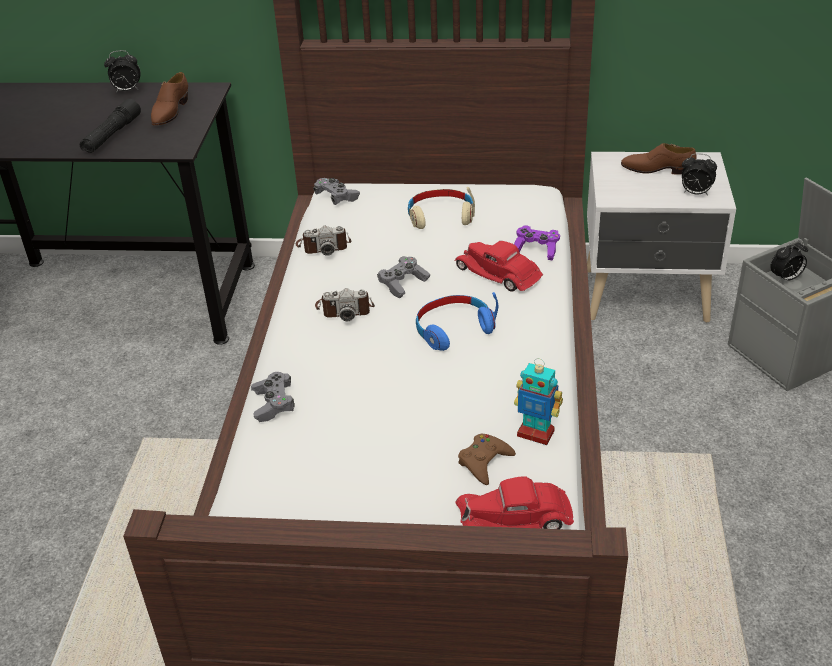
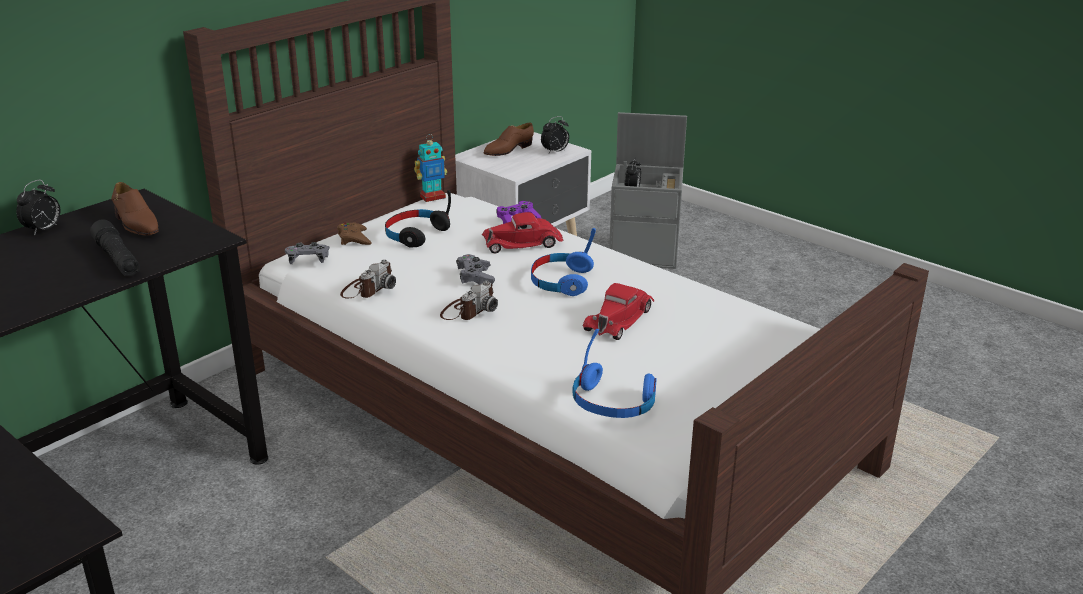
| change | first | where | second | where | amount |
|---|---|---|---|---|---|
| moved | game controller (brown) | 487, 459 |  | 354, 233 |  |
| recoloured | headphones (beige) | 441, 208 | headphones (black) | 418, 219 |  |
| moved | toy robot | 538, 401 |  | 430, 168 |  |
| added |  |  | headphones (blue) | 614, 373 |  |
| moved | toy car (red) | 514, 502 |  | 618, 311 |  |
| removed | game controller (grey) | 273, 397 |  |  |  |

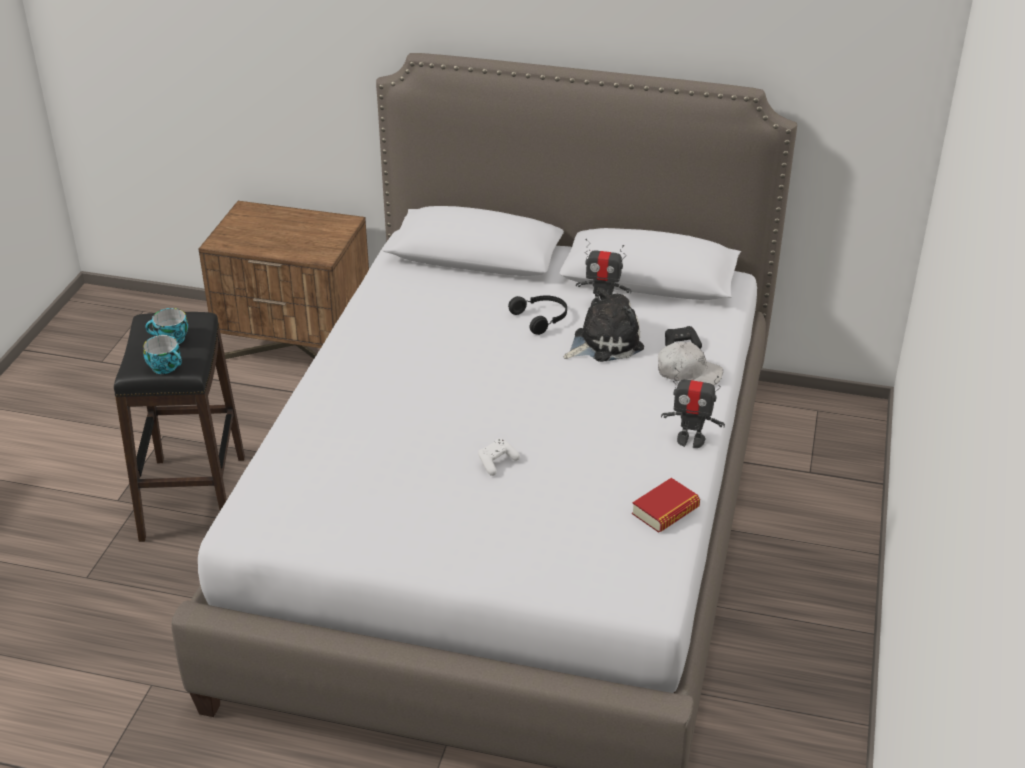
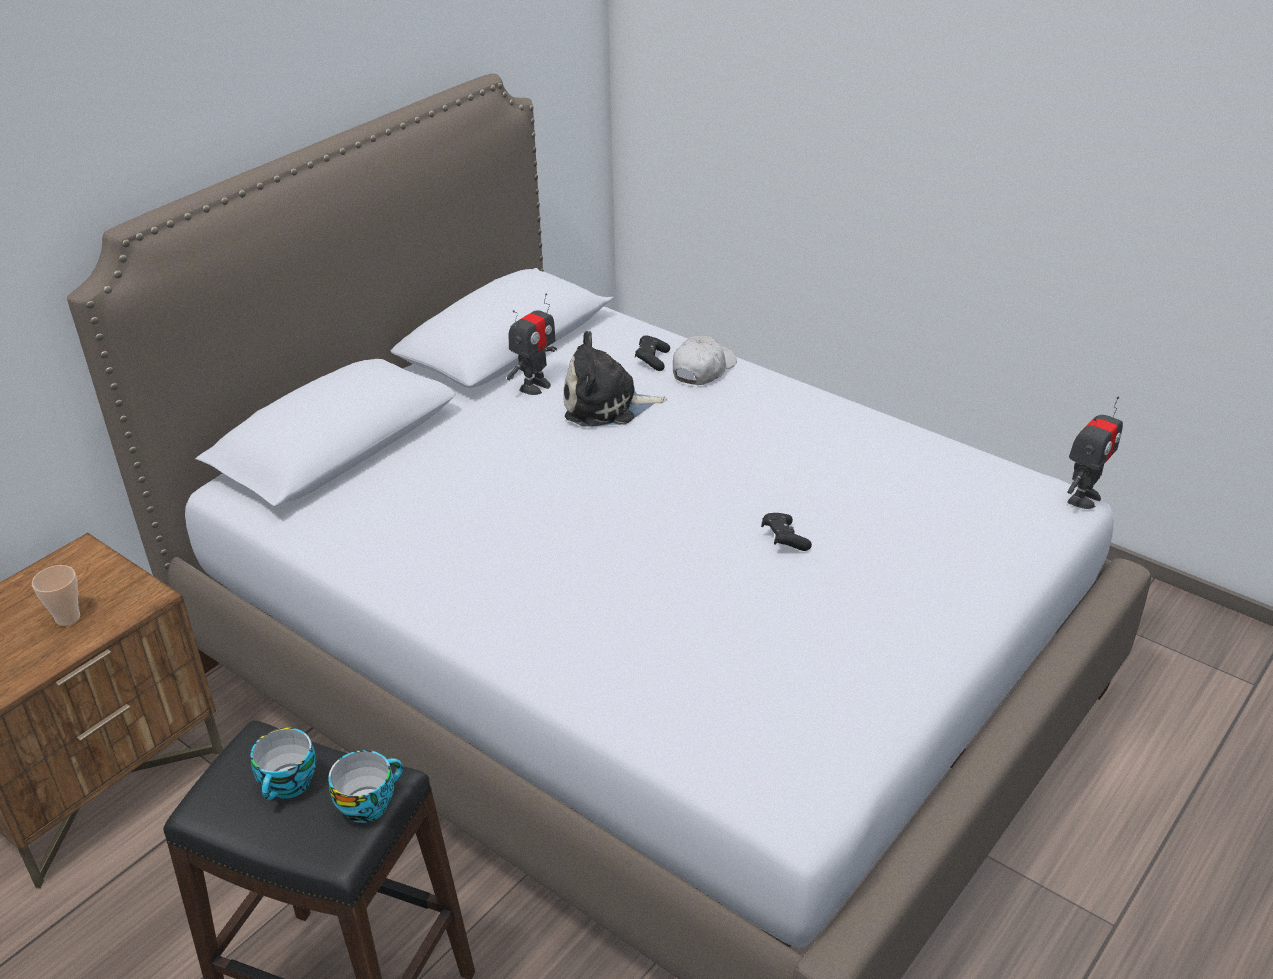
| change | first | where | second | where | amount |
|---|---|---|---|---|---|
| added |  |  | cup | 56, 595 |  |
| turned | plush toy | 604, 324 |  | 615, 379 | 90 degrees counterclockwise |
| recoloured | game controller (white) | 499, 457 | game controller (black) | 786, 532 |  |
| moved | toy robot | 693, 407 |  | 1095, 453 |  |
| removed | headphones (black) | 537, 315 |  |  |  |
| removed | book | 666, 505 |  |  |  |

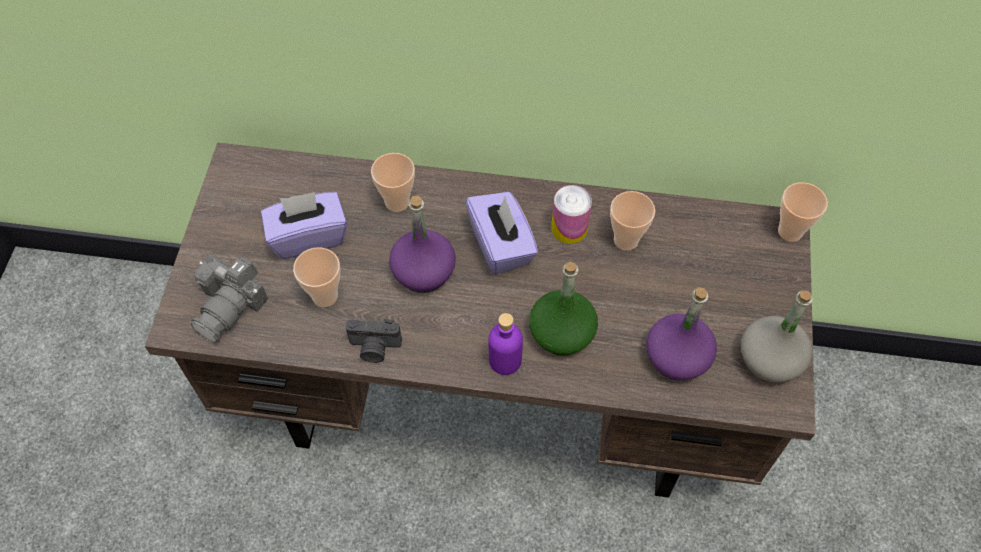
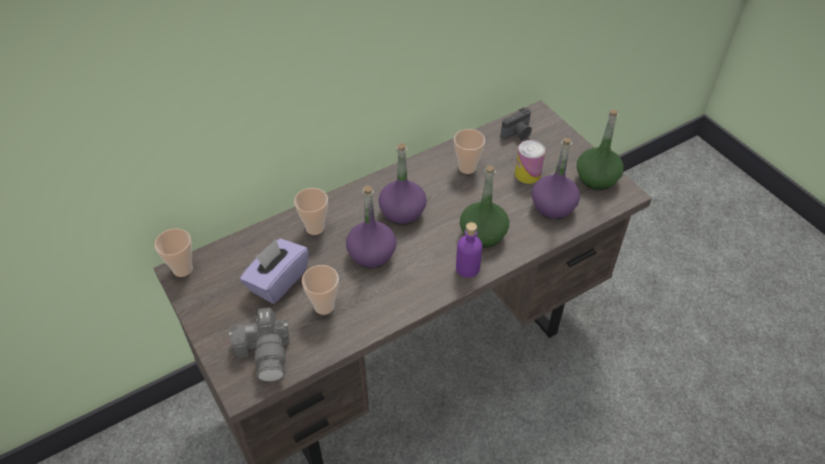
| change | first | where | second | where | amount |
|---|---|---|---|---|---|
| moved | cup | 803, 212 |  | 174, 252 |  |
| replaced | tissue box (purple) | 501, 233 | bottle (purple) | 402, 184 |  |
| moved | photo camera | 374, 341 |  | 516, 123 |  |
| moved | can | 571, 214 |  | 530, 162 |  |
| recoloured | bottle (grey) | 776, 336 | bottle (green) | 600, 150 |  |

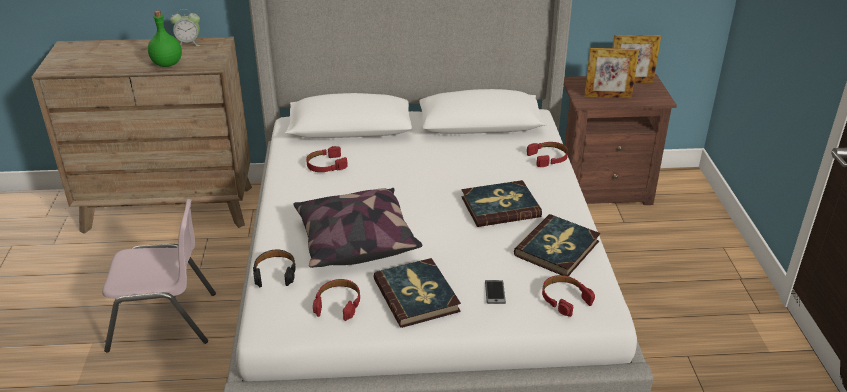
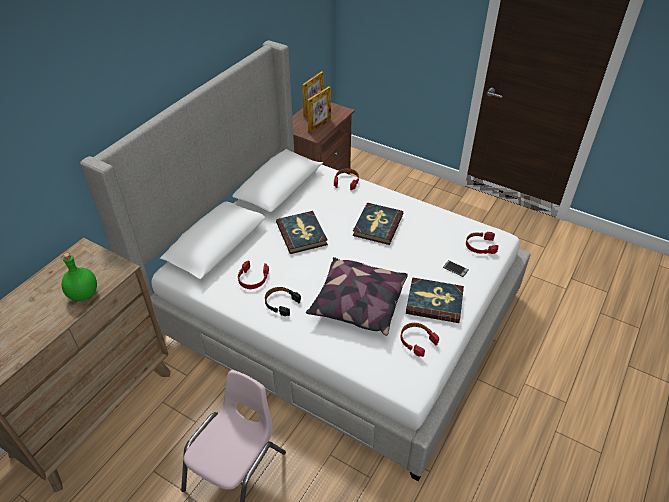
| change | first | where | second | where | amount |
|---|---|---|---|---|---|
| moved | headphones (black) | 274, 268 |  | 283, 301 |  |
| moved | book | 557, 245 |  | 302, 232 |  |
| removed | alarm clock | 185, 27 |  |  |  |

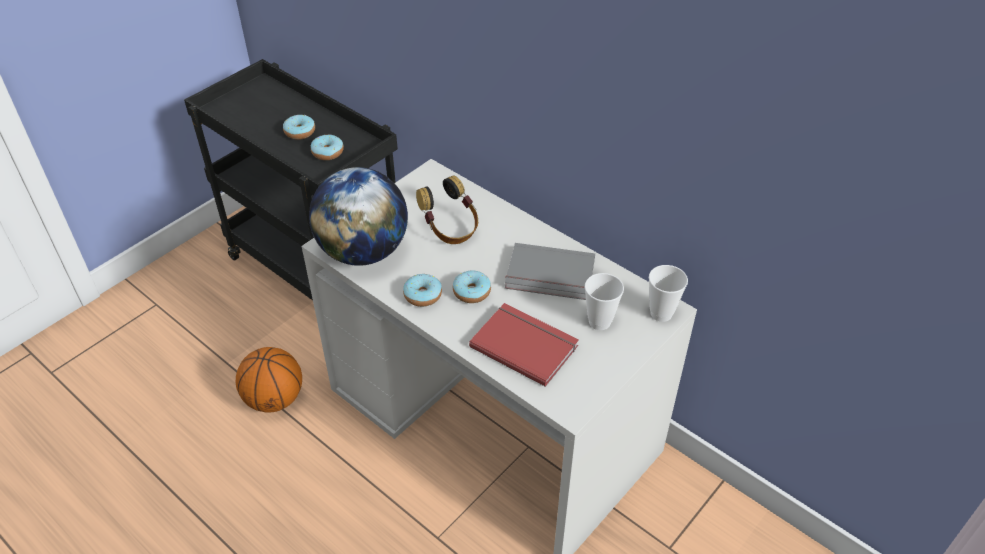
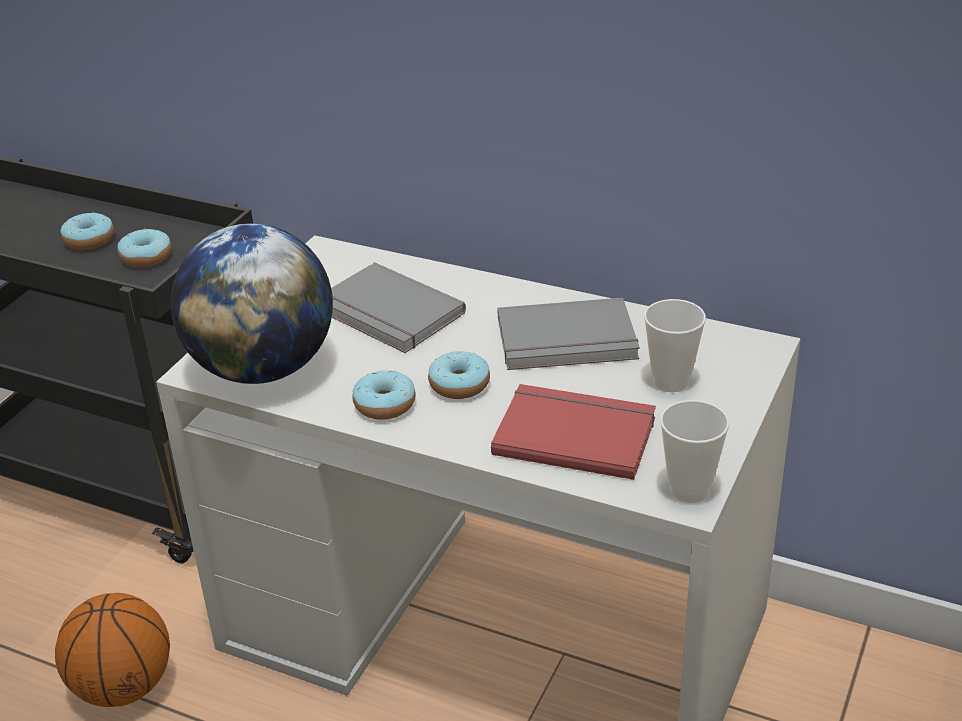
| change | first | where | second | where | amount |
|---|---|---|---|---|---|
| replaced | headphones | 447, 209 | book (grey) | 398, 307 |  |
| moved | cup | 668, 293 |  | 694, 451 |  |

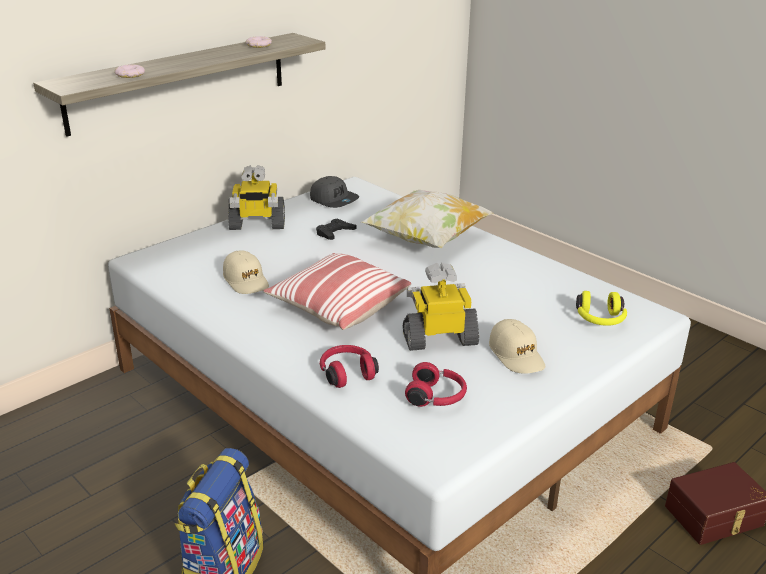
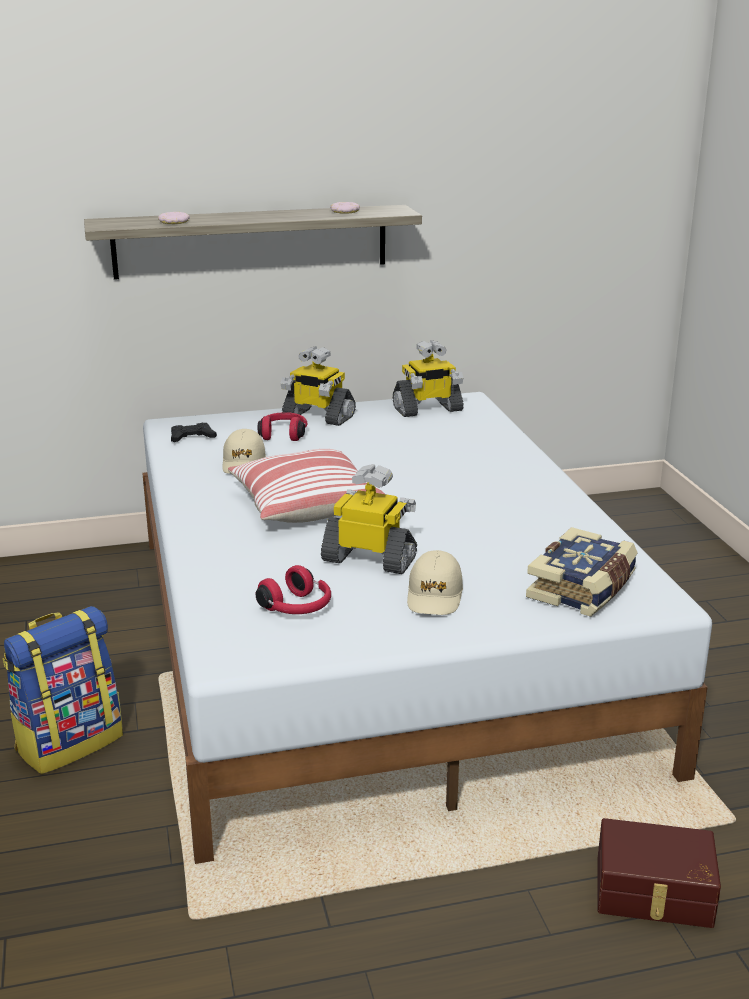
| change | first | where | second | where | amount |
|---|---|---|---|---|---|
| moved | game controller (black) | 336, 229 |  | 194, 432 |  |
| moved | headphones (red) | 349, 366 |  | 282, 426 |  |
| replaced | cap (grey) | 334, 192 | toy robot | 428, 378 |  |
| replaced | headphones (yellow) | 601, 308 | book | 582, 572 |  |
| removed | pillow | 427, 219 |  |  |  |

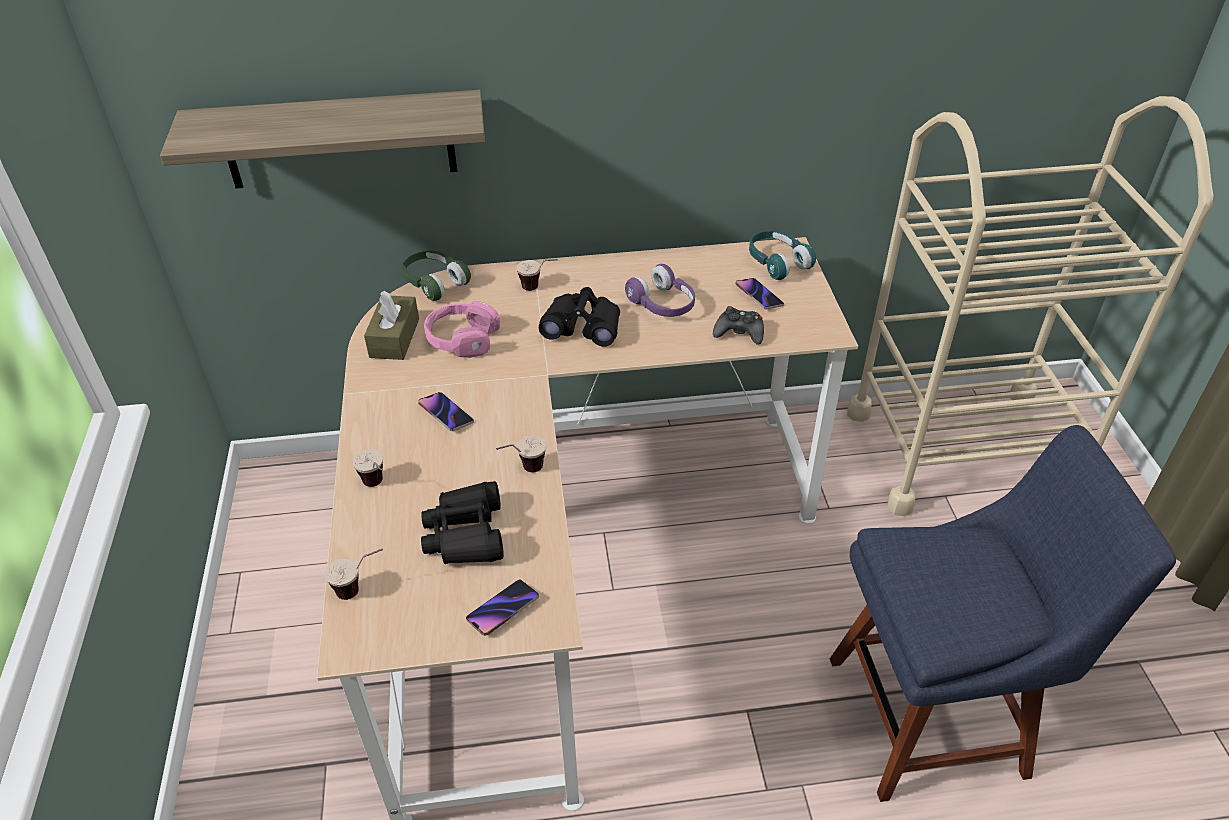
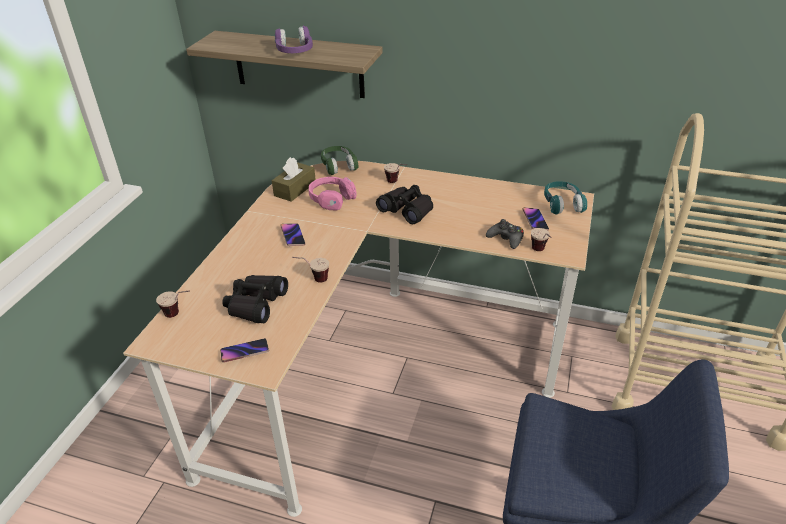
| change | first | where | second | where | amount |
|---|---|---|---|---|---|
| moved | headphones (purple) | 660, 290 |  | 293, 39 |  |
| moved | cup | 367, 468 |  | 541, 239 |  |

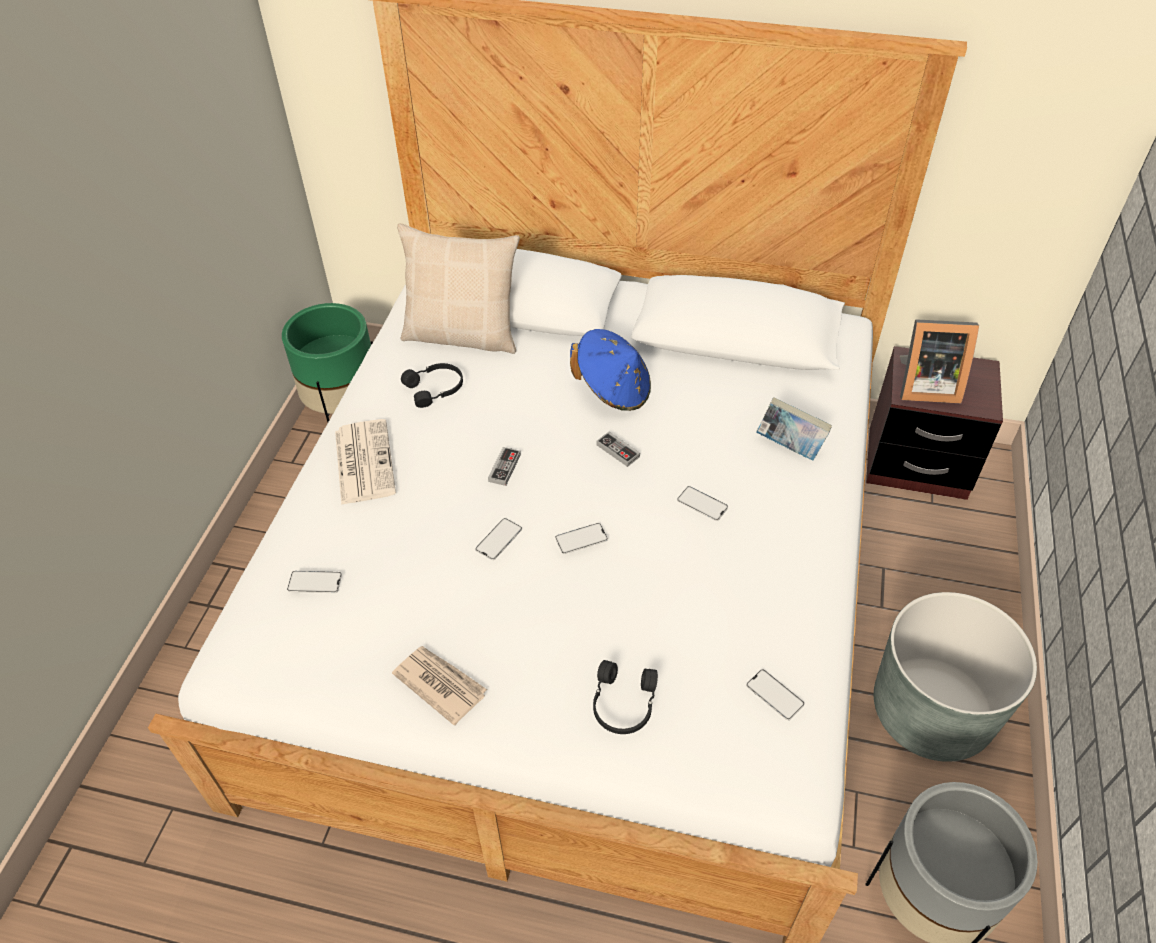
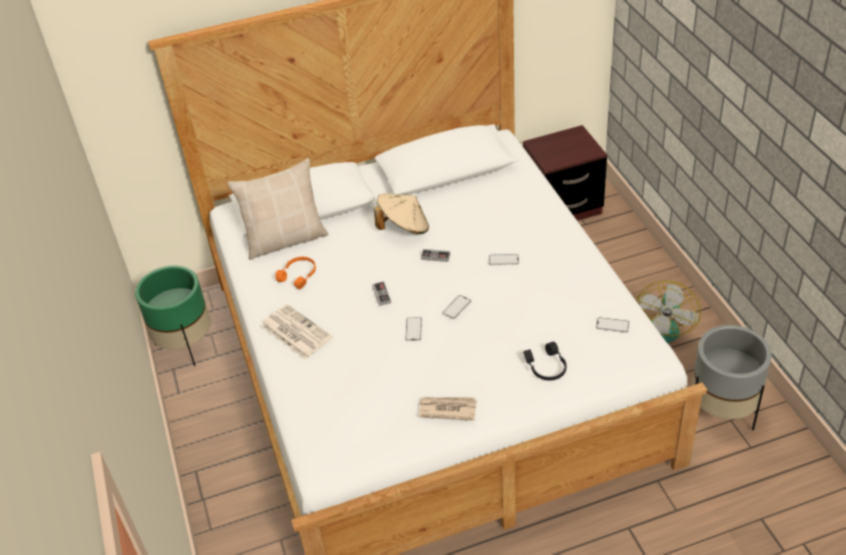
| change | first | where | second | where | amount |
|---|---|---|---|---|---|
| recoloured | headphones (black) | 432, 385 | headphones (orange) | 295, 273 |  |
| recoloured | hat (blue) | 610, 370 | hat (beige) | 401, 213 |  |
| replaced | planter (grey) | 955, 677 | fan | 669, 312 |  |
| removed | phone | 314, 582 |  |  |  |
| removed | book | 794, 429 |  |  |  |
| removed | picture frame | 939, 361 |  |  |  |

